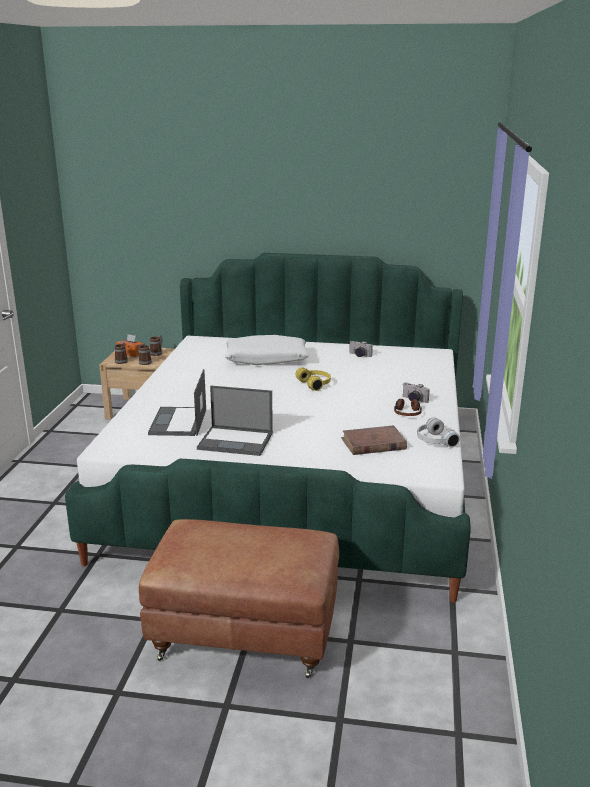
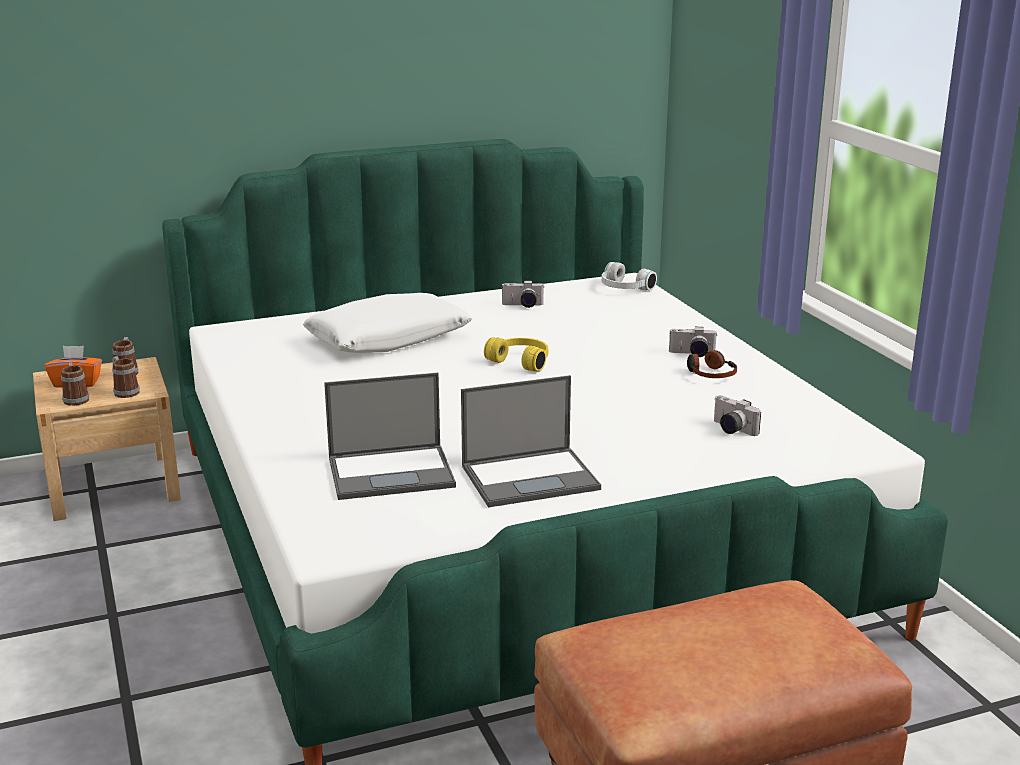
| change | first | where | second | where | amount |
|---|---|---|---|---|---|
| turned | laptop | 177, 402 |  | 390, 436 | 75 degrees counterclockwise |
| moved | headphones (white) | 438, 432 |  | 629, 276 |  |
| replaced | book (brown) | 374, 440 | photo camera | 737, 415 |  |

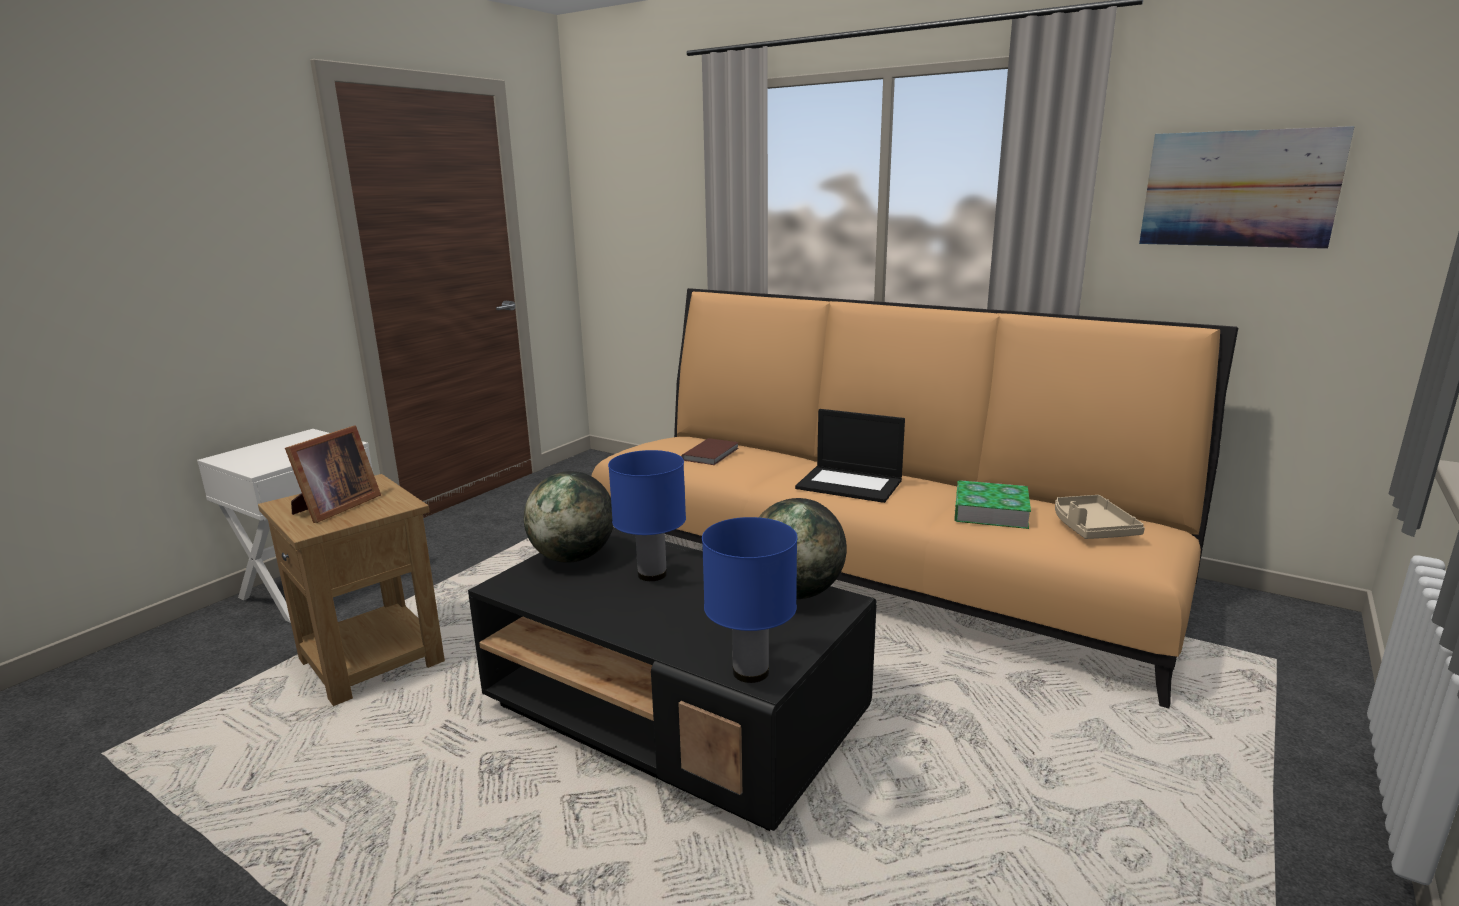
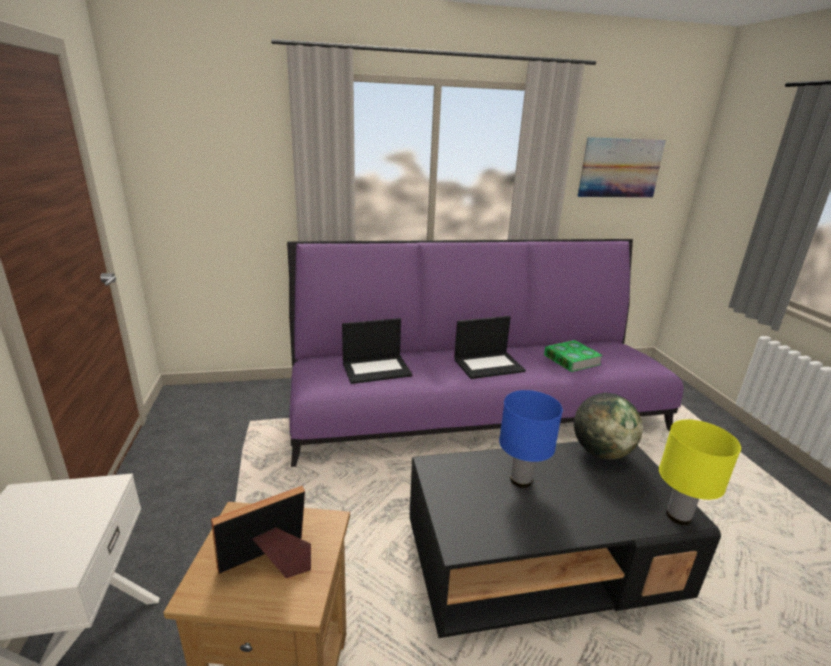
| change | first | where | second | where | amount |
|---|---|---|---|---|---|
| turned | picture frame | 333, 474 |  | 261, 532 | 105 degrees counterclockwise |
| recoloured | sofa (orange) | 915, 498 | sofa (purple) | 485, 353 |  |
| replaced | book (brown) | 710, 451 | laptop | 377, 351 |  |
| recoloured | table lamp (blue) | 749, 600 | table lamp (yellow) | 700, 472 |  |
| removed | globe | 568, 517 |  |  |  |
| removed | tray (beige) | 1100, 517 |  |  |  |

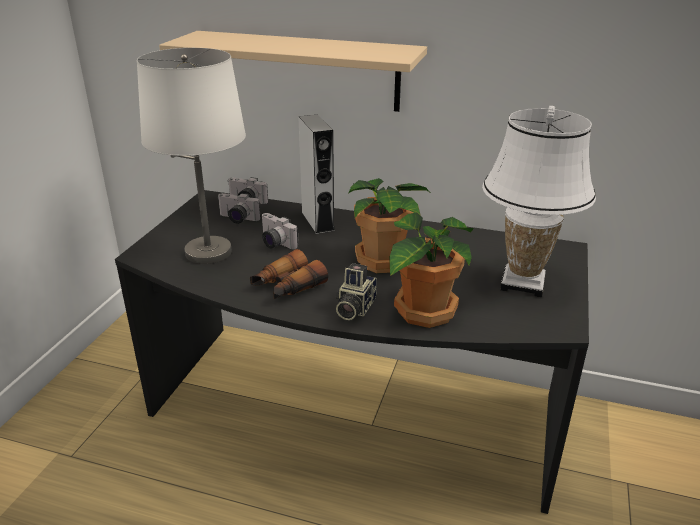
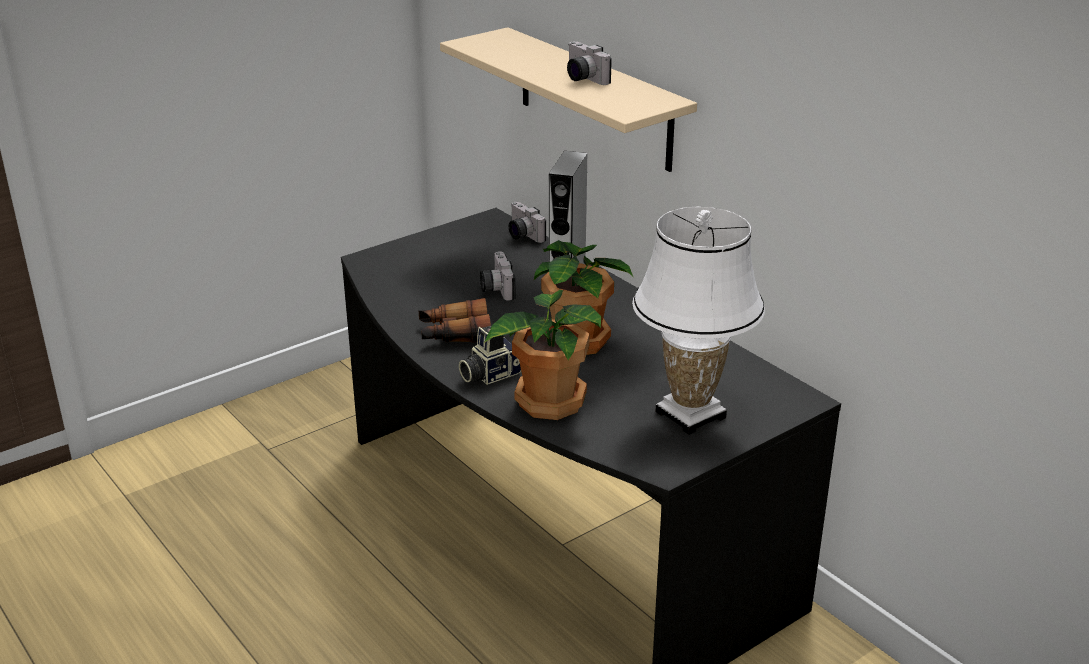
| change | first | where | second | where | amount |
|---|---|---|---|---|---|
| moved | photo camera | 239, 208 |  | 589, 63 |  |
| removed | table lamp (white) | 191, 156 |  |  |  |

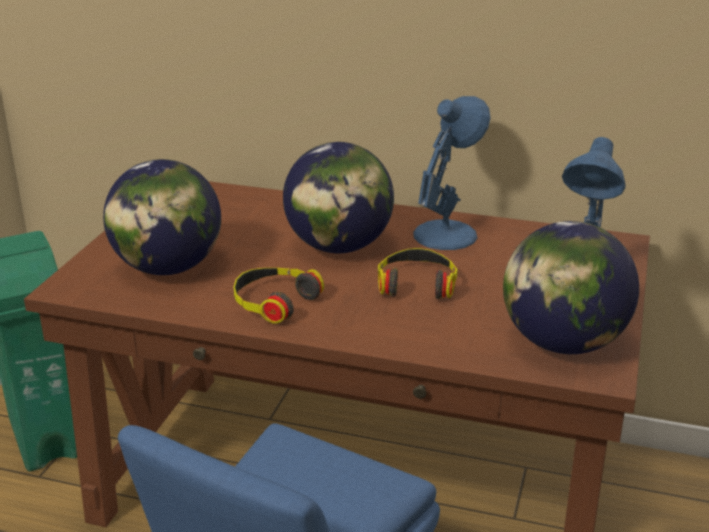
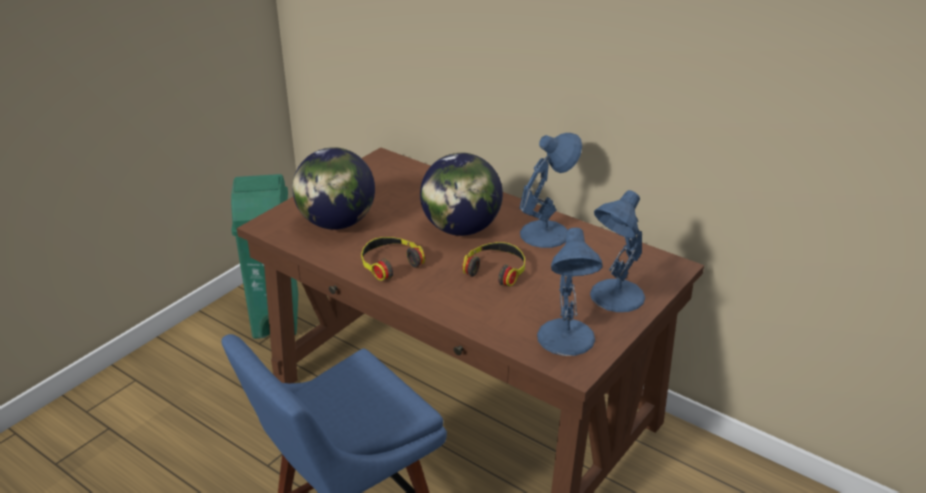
| change | first | where | second | where | amount |
|---|---|---|---|---|---|
| replaced | globe | 571, 287 | table lamp (blue) | 570, 292 |  |

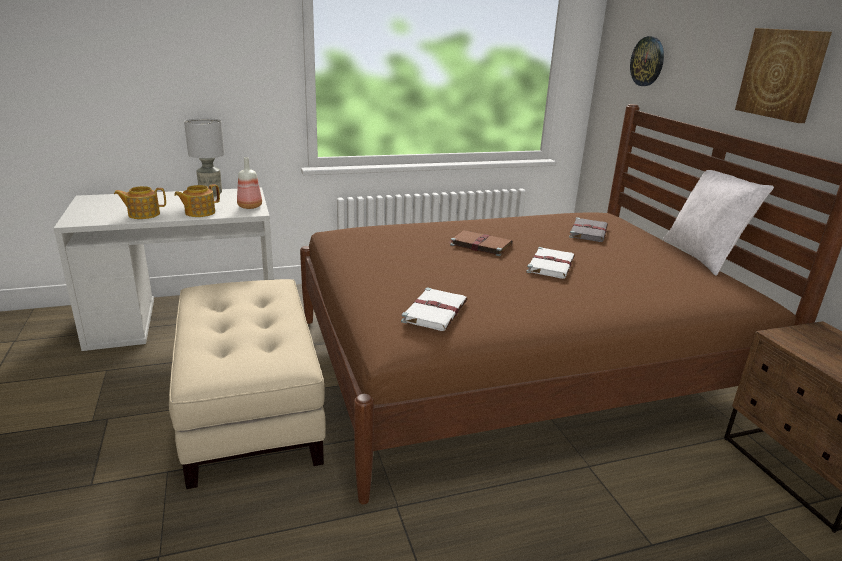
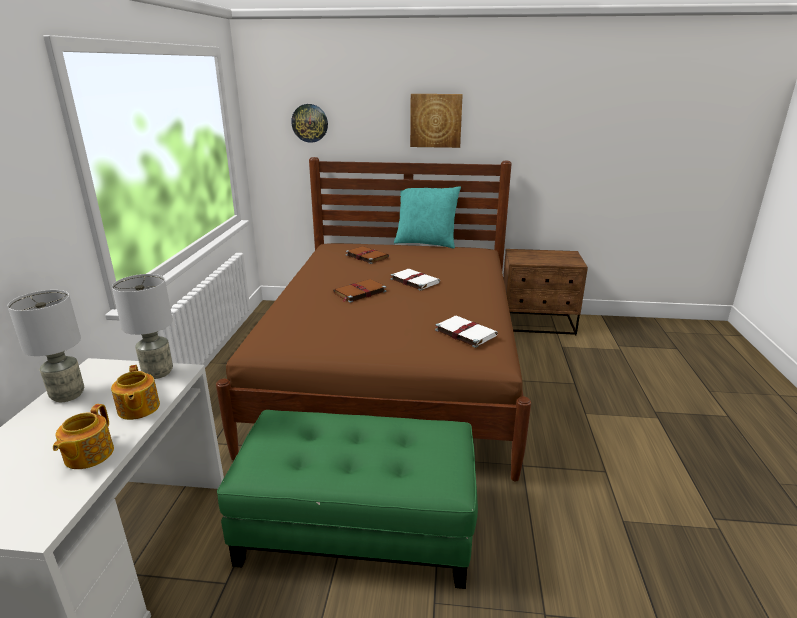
| change | first | where | second | where | amount |
|---|---|---|---|---|---|
| replaced | bottle | 249, 183 | table lamp (grey) | 142, 326 |  |
| recoloured | ottoman (beige) | 247, 384 | ottoman (green) | 347, 499 |  |
| recoloured | book (grey) | 588, 229 | book (brown) | 367, 255 |  |
| recoloured | pillow (white) | 718, 223 | pillow (turquoise) | 427, 217 |  |

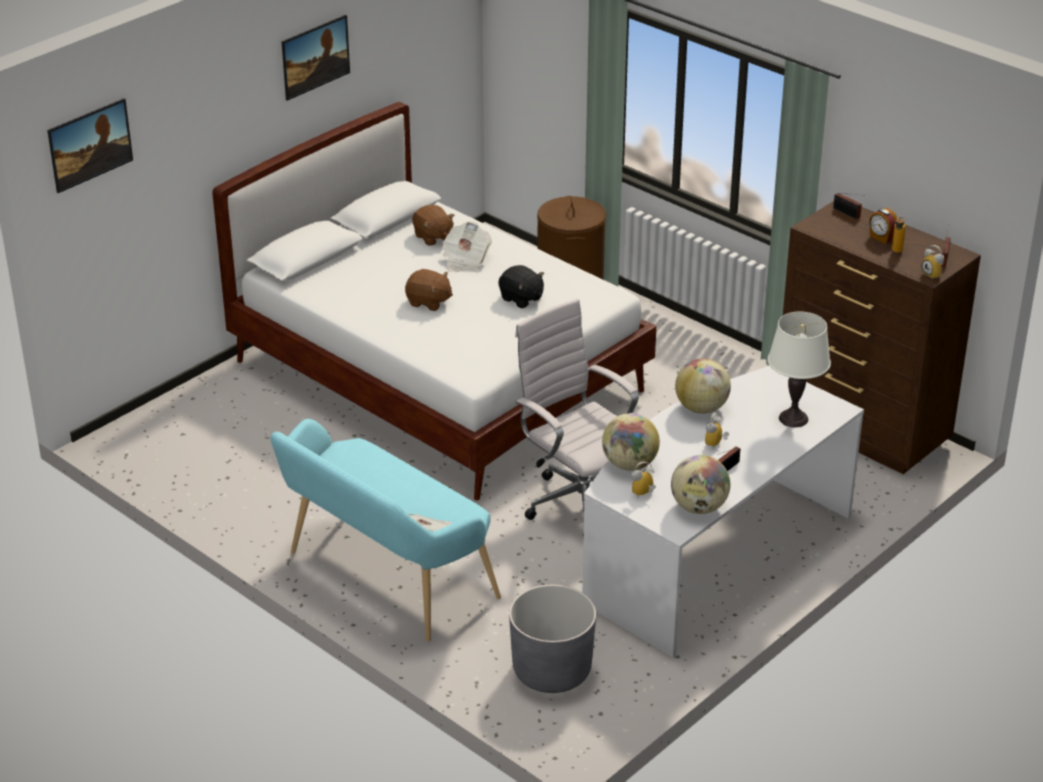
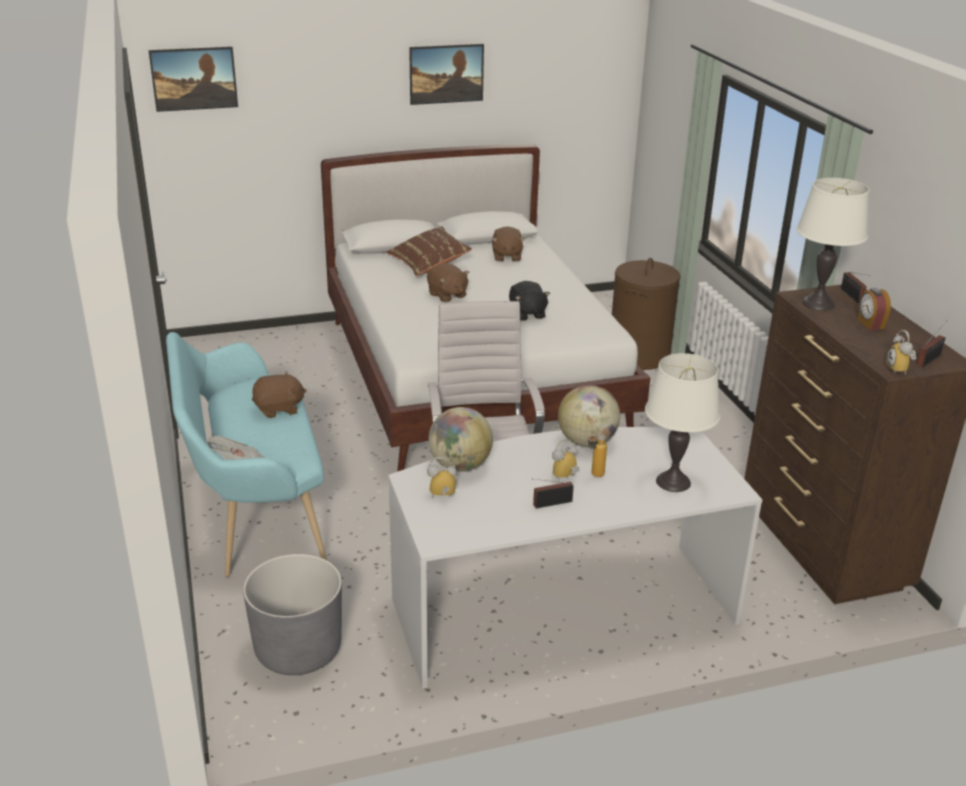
| change | first | where | second | where | amount |
|---|---|---|---|---|---|
| added |  |  | plush toy (brown) | 279, 394 |  |
| added |  |  | pillow (brown) | 429, 251 |  |
| moved | bottle | 899, 234 |  | 597, 455 |  |
| added |  |  | table lamp (white) | 832, 244 |  |
| removed | newspaper | 467, 247 |  |  |  |
| removed | globe | 700, 484 |  |  |  |

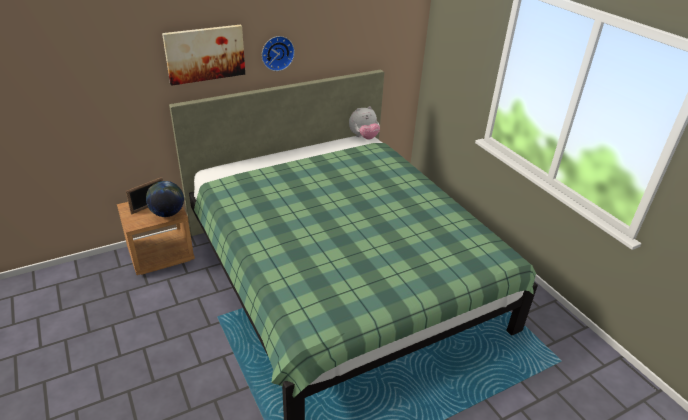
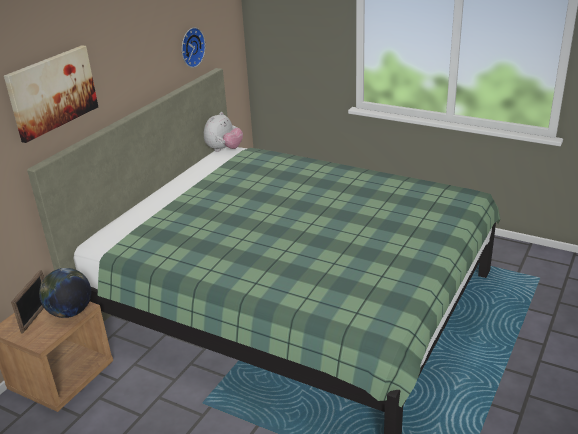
| change | first | where | second | where | amount |
|---|---|---|---|---|---|
| moved | wall clock | 278, 53 |  | 194, 47 |  |

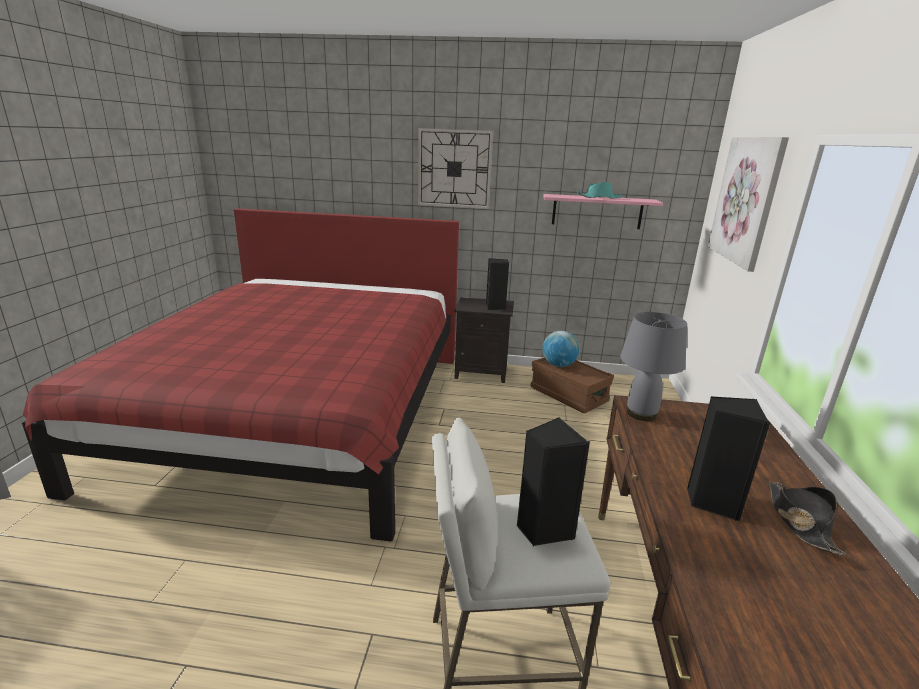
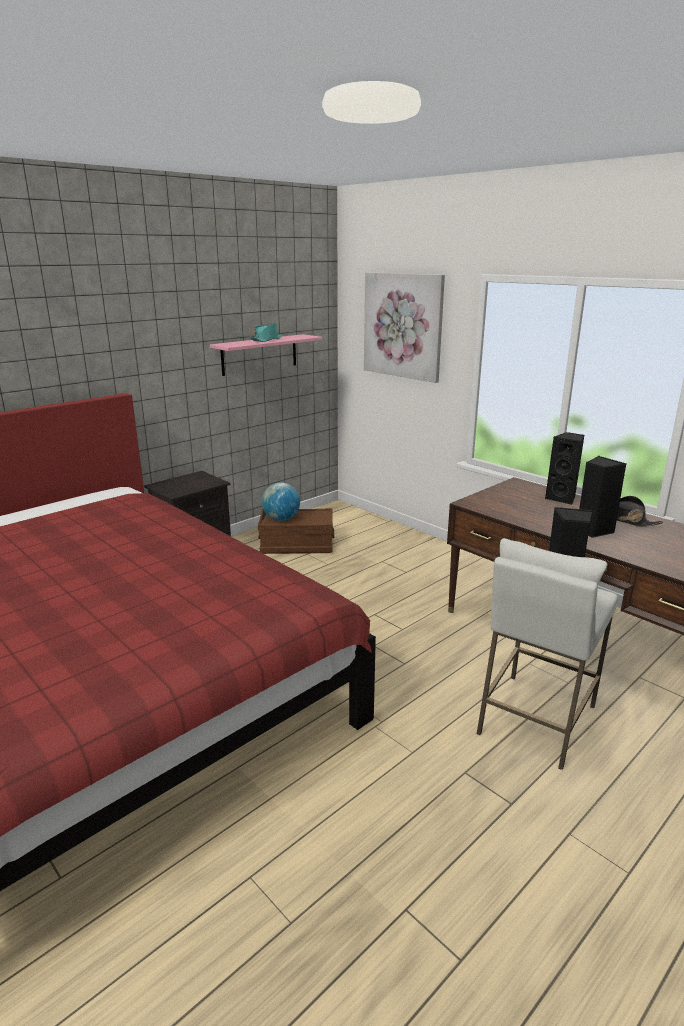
| change | first | where | second | where | amount |
|---|---|---|---|---|---|
| moved | speaker (black) | 497, 284 |  | 564, 468 |  |
| removed | wall clock | 455, 168 |  |  |  |
| removed | table lamp (grey) | 653, 366 |  |  |  |

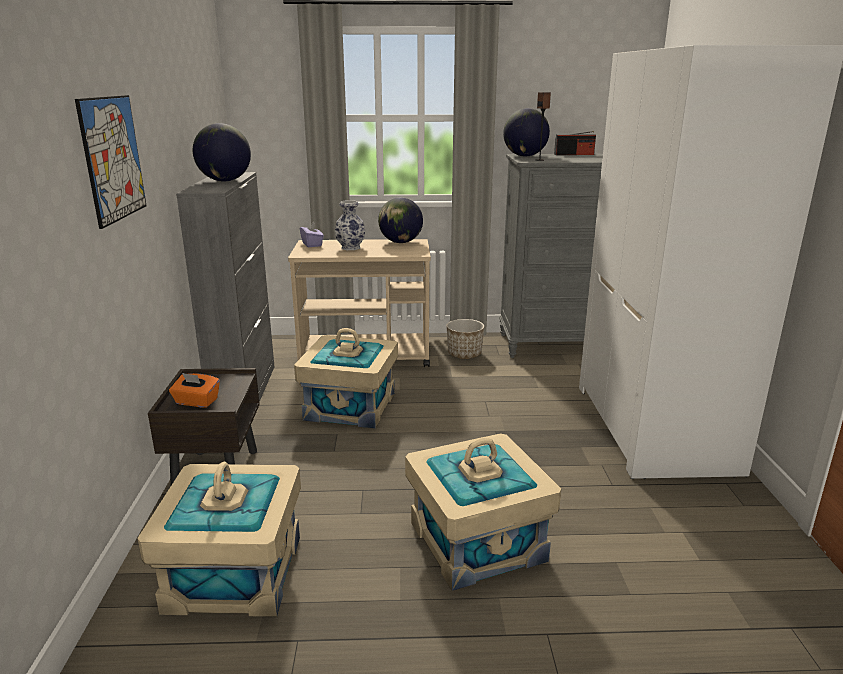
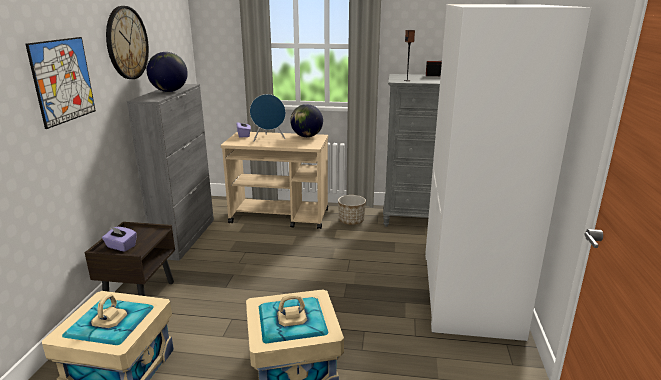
| change | first | where | second | where | amount |
|---|---|---|---|---|---|
| recoloured | tissue box (orange) | 194, 390 | tissue box (purple) | 119, 239 |  |
| added |  |  | wall clock | 127, 42 |  |
| replaced | vase | 350, 225 | speaker (blue) | 268, 117 |  |
| removed | storage box (beige) | 346, 378 |  |  |  |
| removed | globe | 526, 132 |  |  |  |

